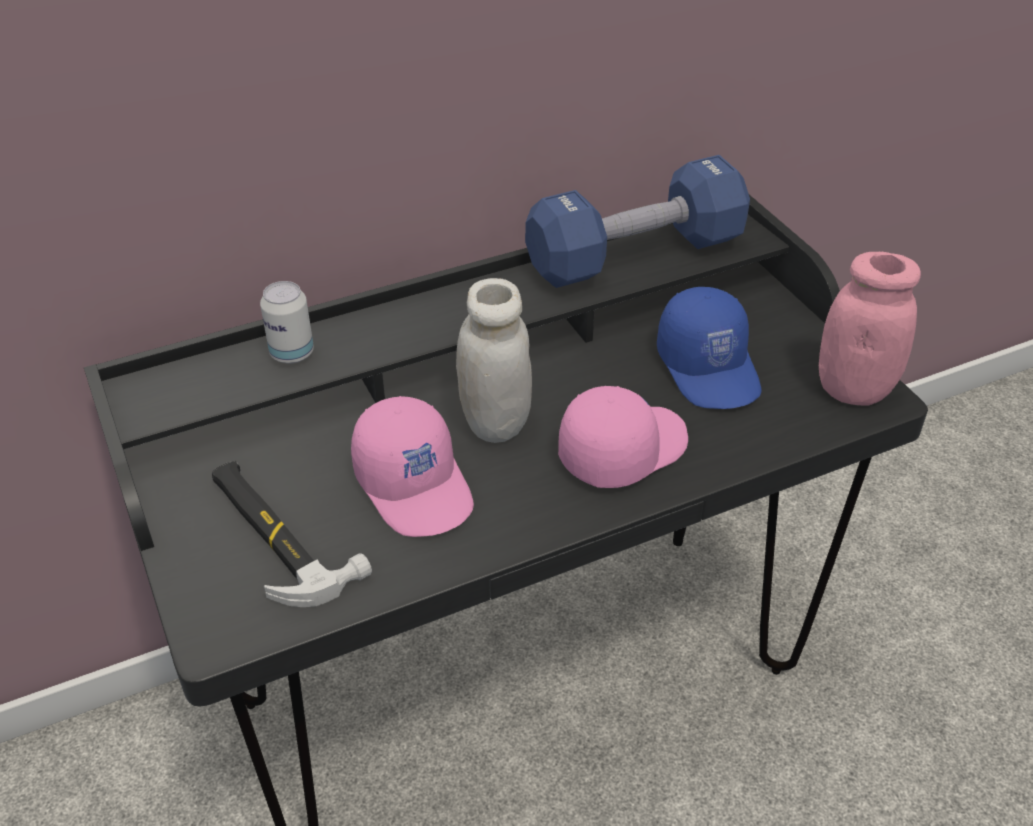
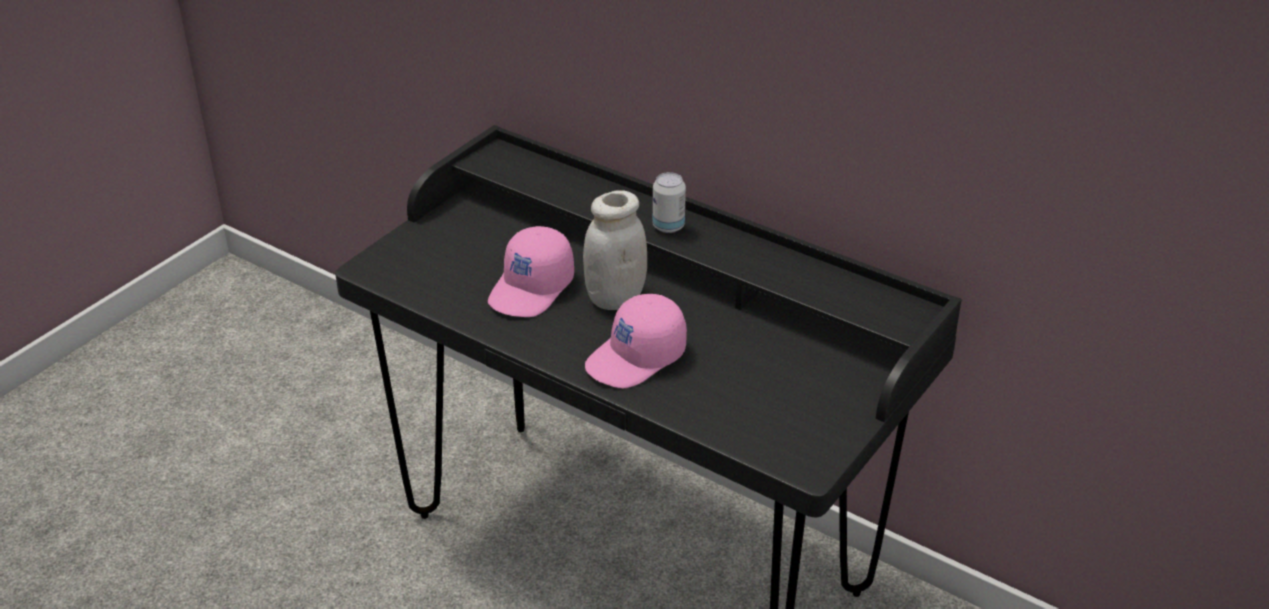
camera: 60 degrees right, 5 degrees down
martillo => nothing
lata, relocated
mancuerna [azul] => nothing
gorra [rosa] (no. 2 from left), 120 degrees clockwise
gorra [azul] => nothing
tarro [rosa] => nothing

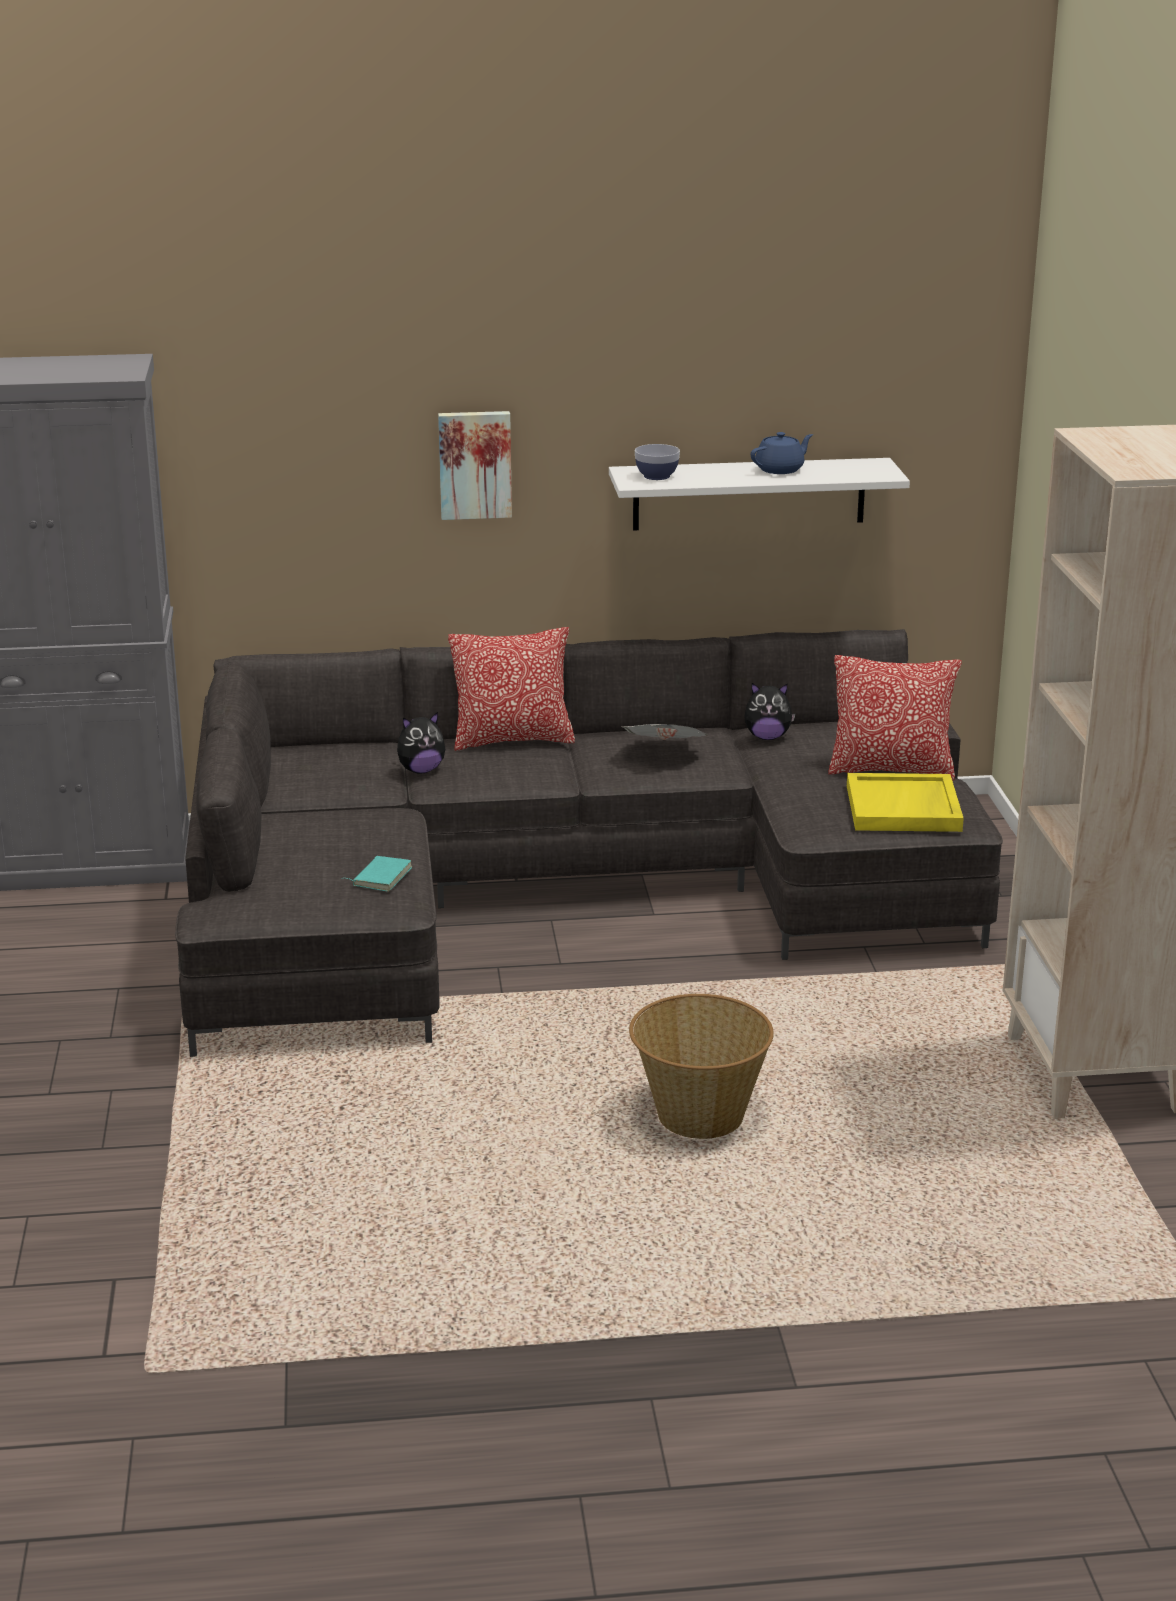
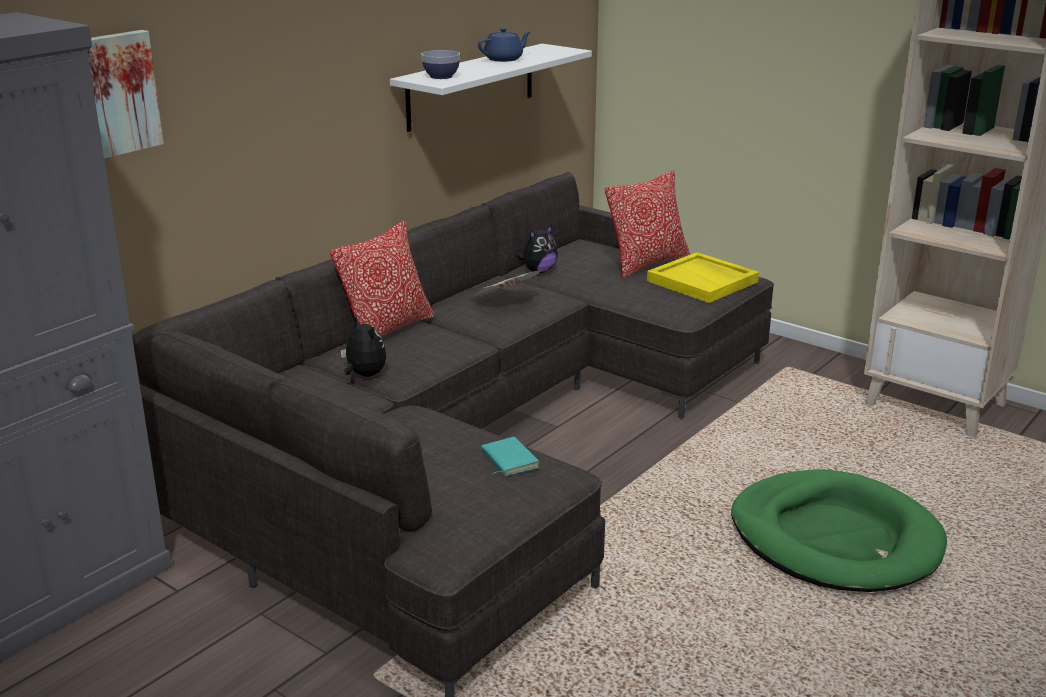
camera: 45 degrees left, 0 degrees up
peluche (no. 1 from left), 60 degrees counterclockwise
cuadro, relocated
cesta => cama para perro [verde]
tetera [azul], 45 degrees clockwise

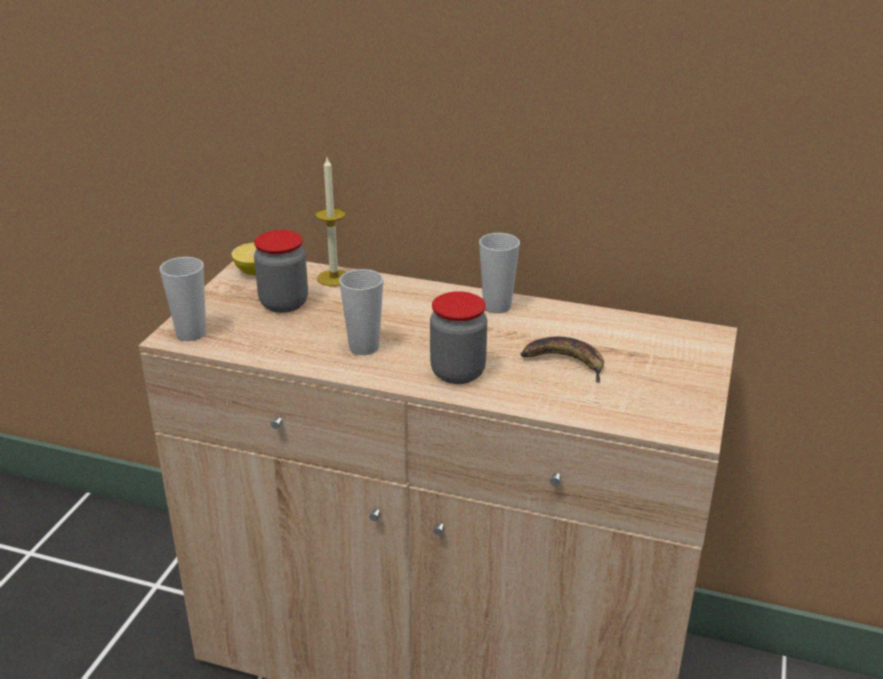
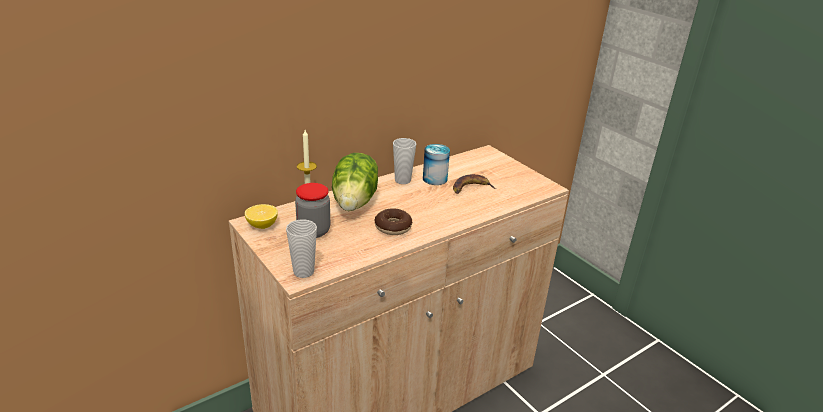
camera: 55 degrees left, 0 degrees up
taza (no. 2 from left) => rosquilla
tarro (no. 2 from left) => nothing
nothing => lechuga
nothing => lata

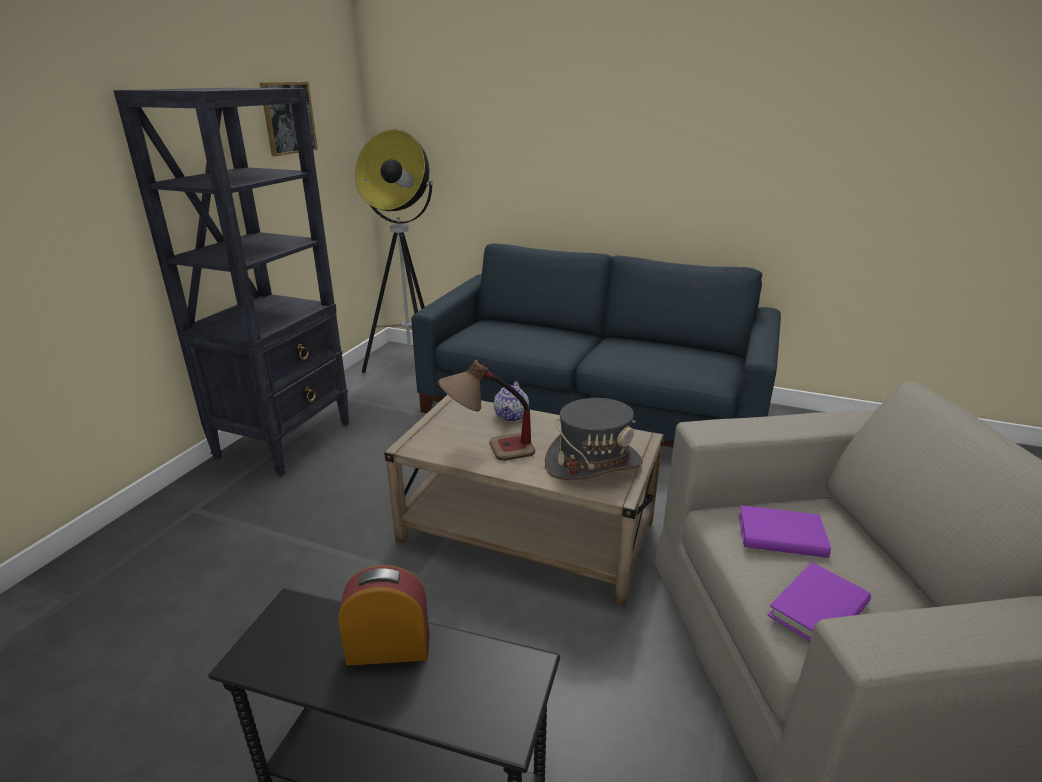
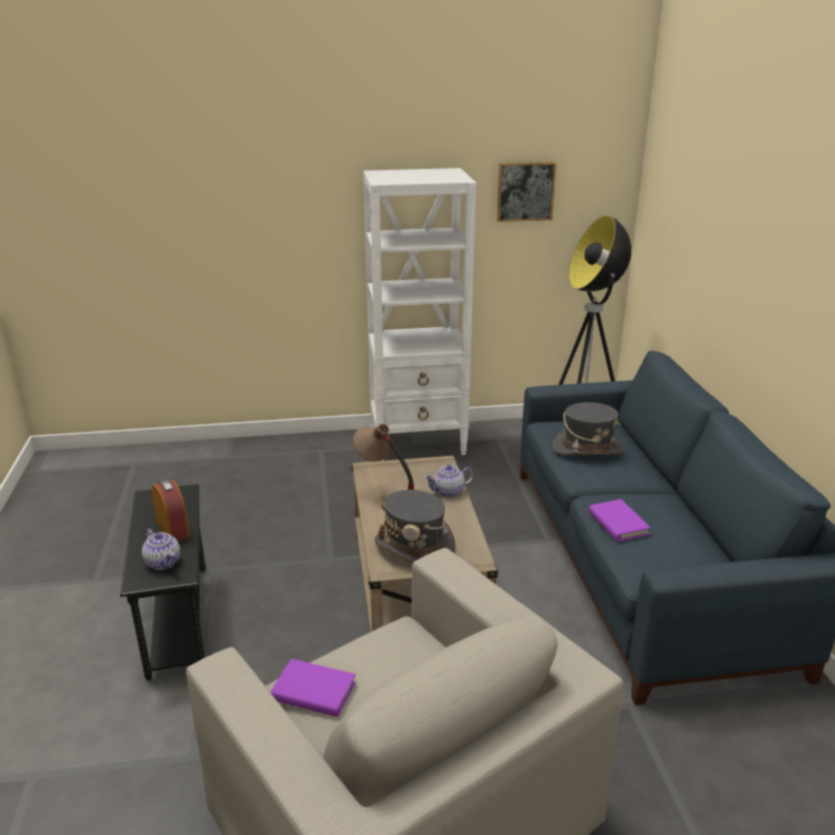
camera: 60 degrees right, 0 degrees up
estantería [negro] => estantería [blanco]
libro [morado] (no. 1 from left in the first image) => libro [morado] (no. 2 from left), relocated
nothing => tetera (no. 1 from left)
nothing => sombrero [gris] (no. 2 from left)

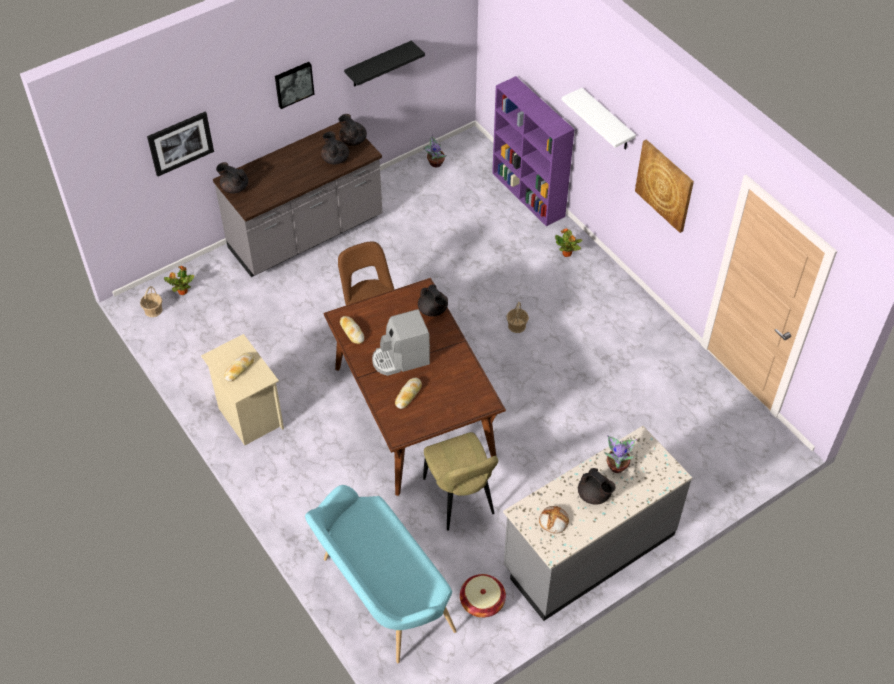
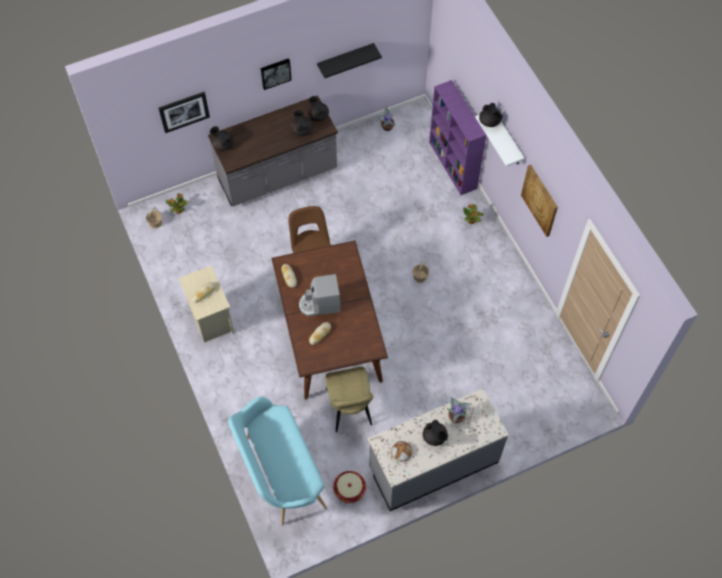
camera: 10 degrees right, 10 degrees up
tetera [negro] (no. 4 from left in the first image) => tetera [negro] (no. 5 from left), relocated

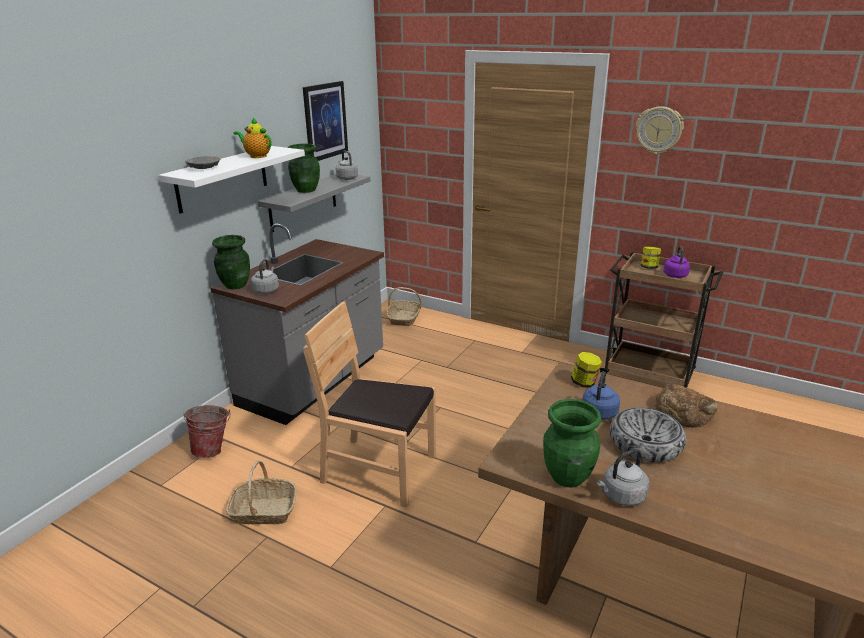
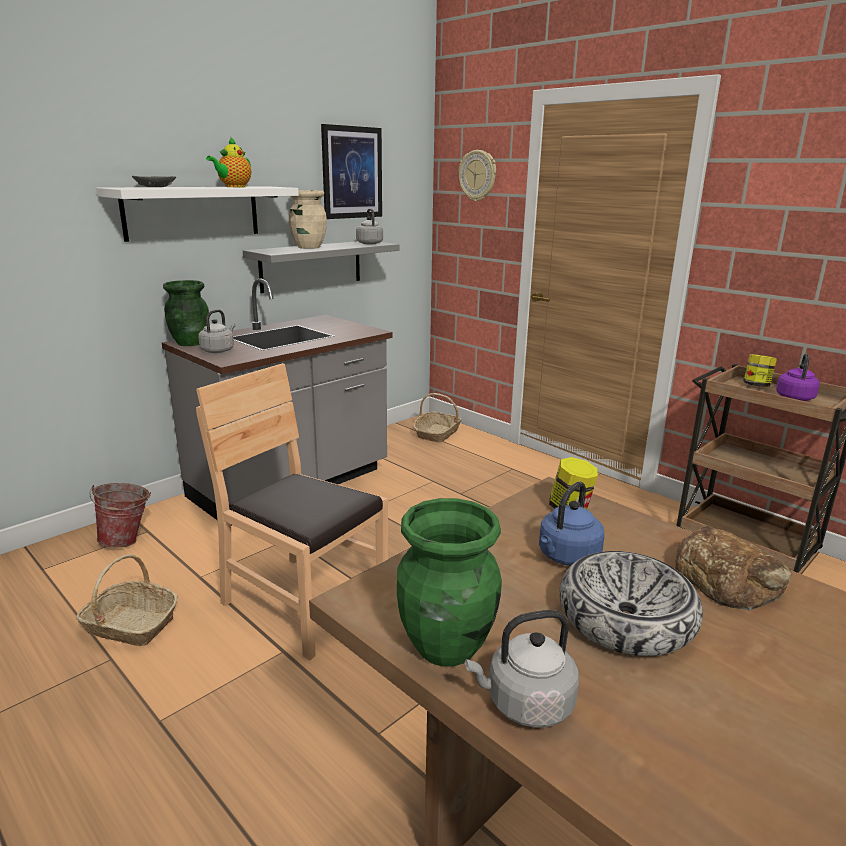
camera: 15 degrees right, 5 degrees down
tetera, 105 degrees counterclockwise
florero [verde] (no. 2 from left) => florero [beis]
reloj de pared, relocated

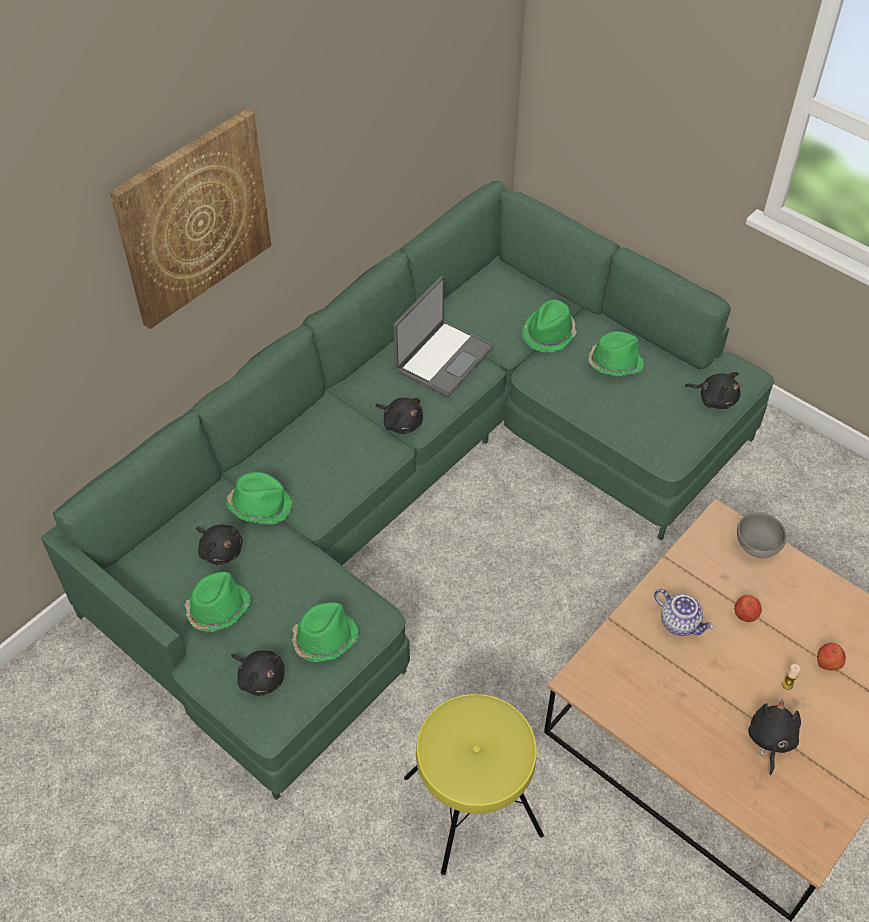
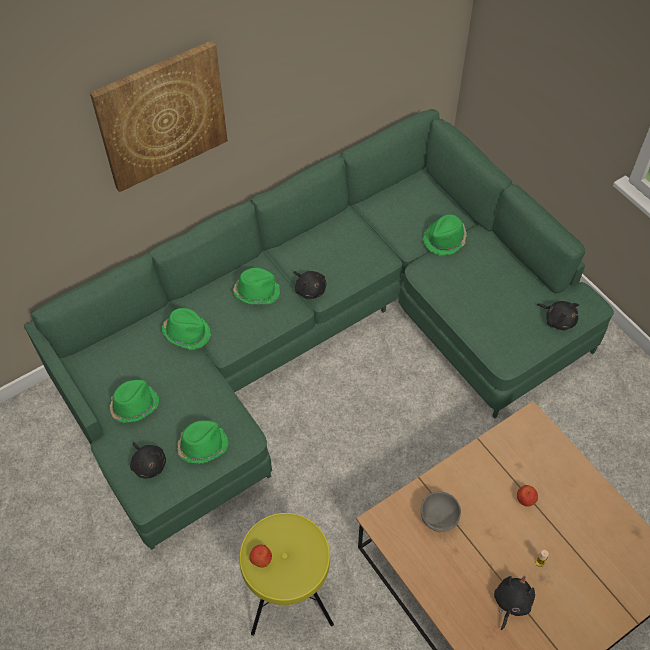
camera: 15 degrees right, 5 degrees up
peluche [negro] (no. 1 from left) => nothing
portátil => nothing
sombrero [verde] (no. 5 from left in the first image) => sombrero [verde] (no. 4 from left), relocated
tetera => nothing
cuenco [gris], relocated
manzana (no. 2 from left in the first image) => manzana (no. 1 from left), relocated

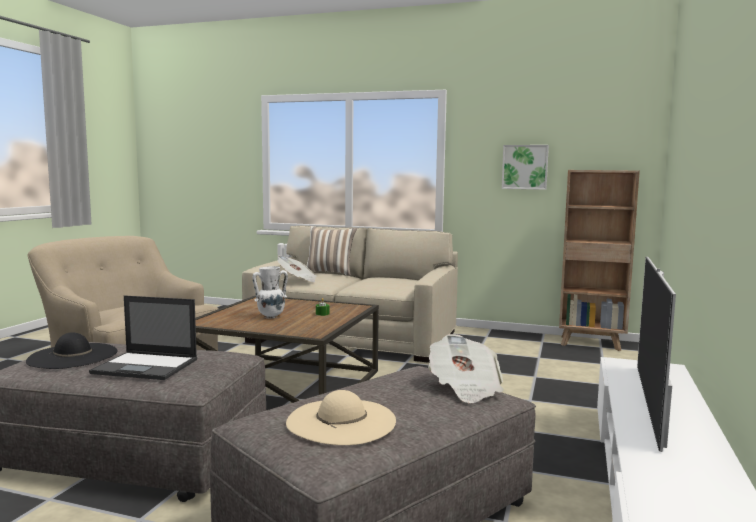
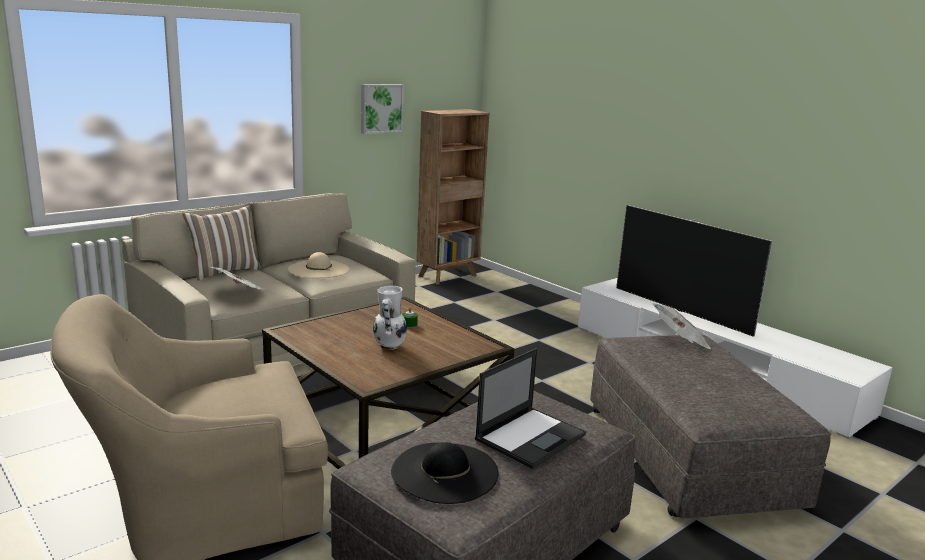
camera: 60 degrees left, 10 degrees up
sombrero [beis], relocated

